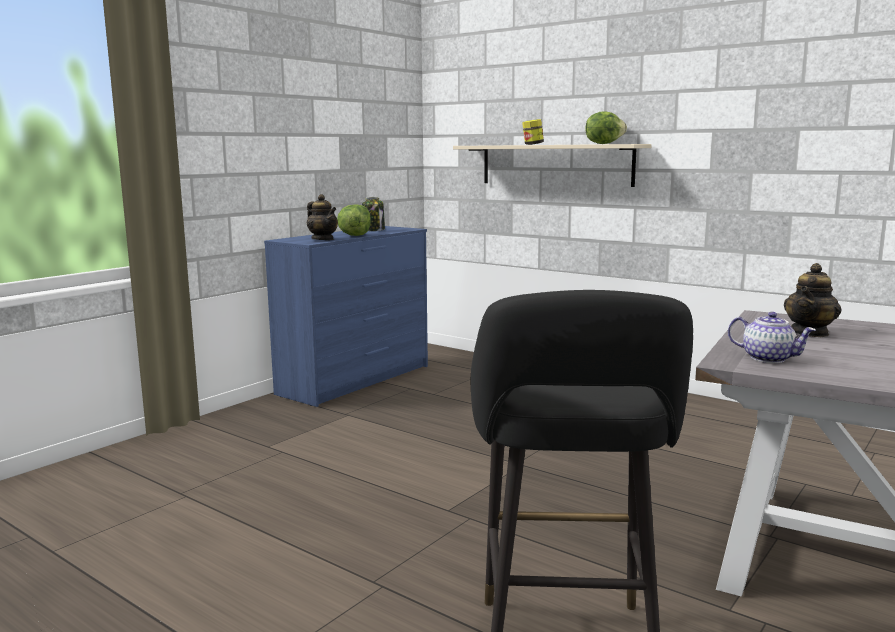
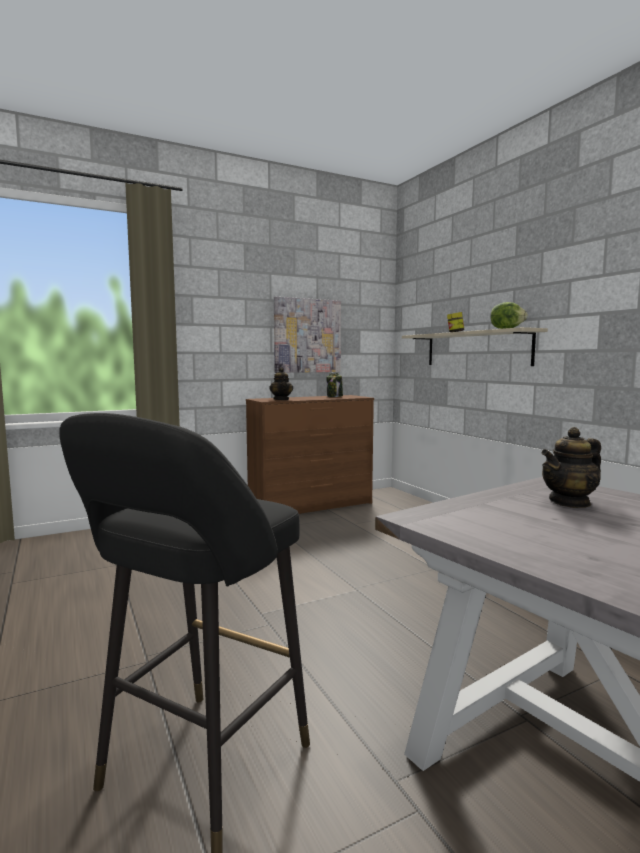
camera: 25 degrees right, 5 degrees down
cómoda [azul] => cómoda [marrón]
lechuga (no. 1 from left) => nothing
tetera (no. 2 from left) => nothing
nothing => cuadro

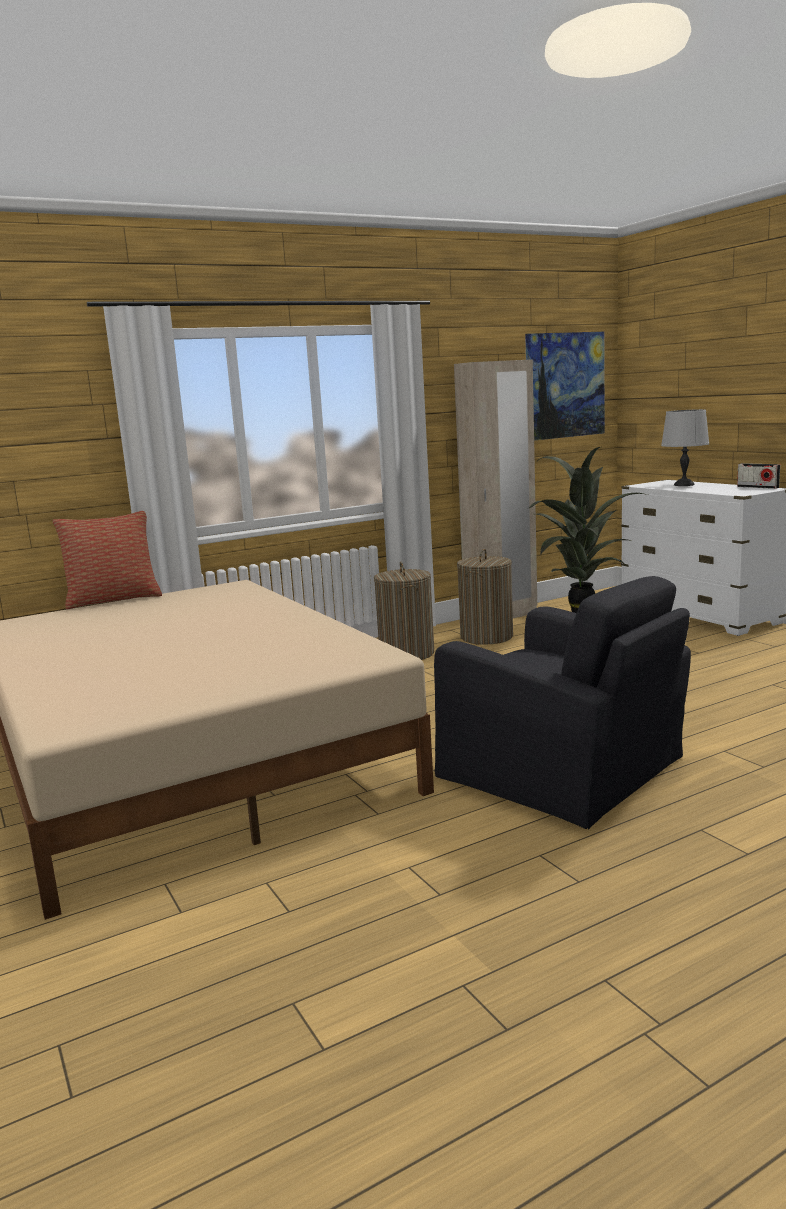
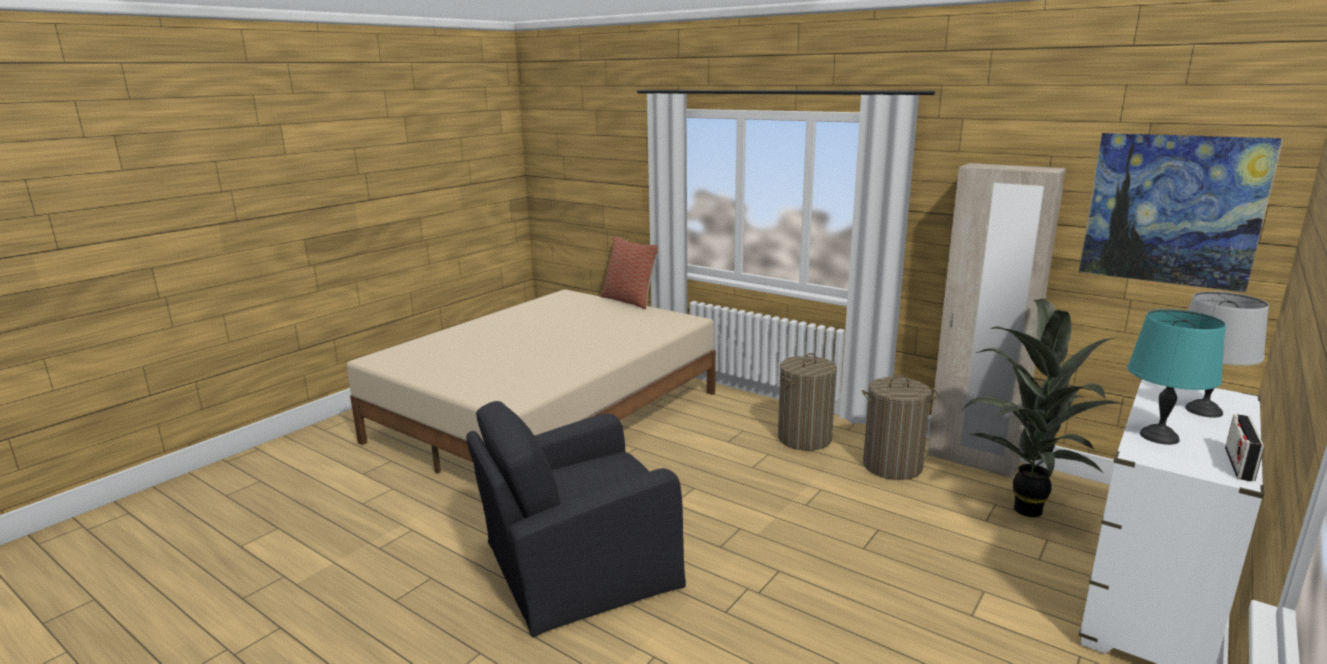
camera: 65 degrees right, 5 degrees up
sillón [negro], 45 degrees clockwise
nothing => lámpara de mesa [turquesa]

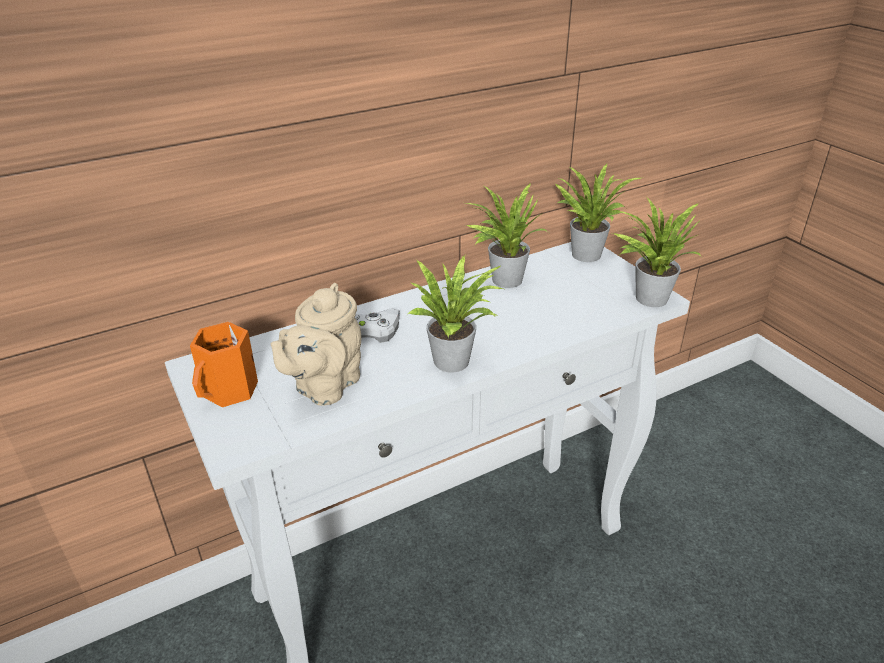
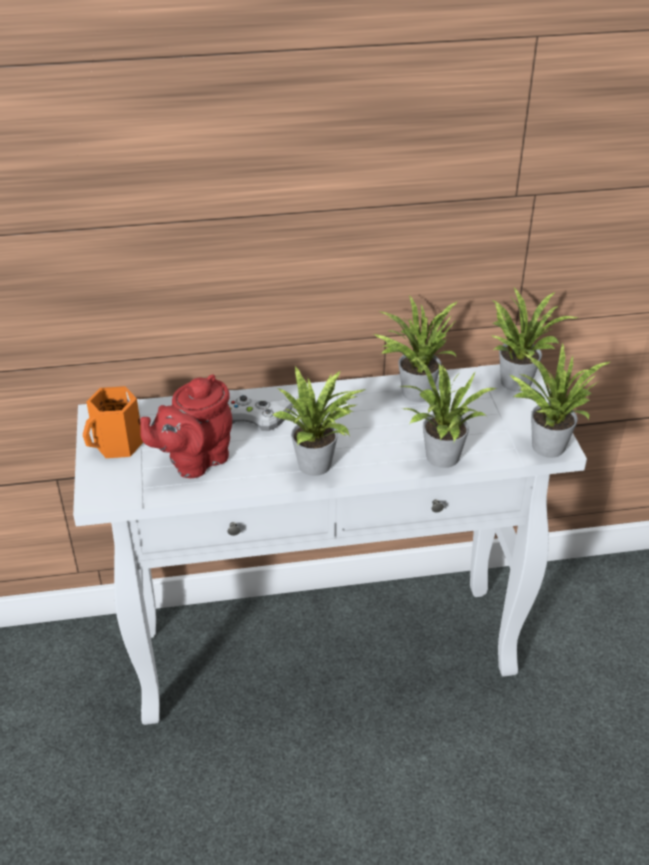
camera: 20 degrees right, 5 degrees up
tetera [beis] => tetera [rojo]
nothing => planta en maceta (no. 3 from left)

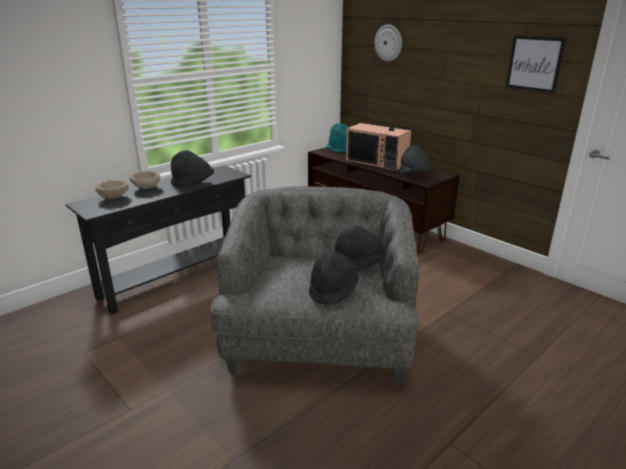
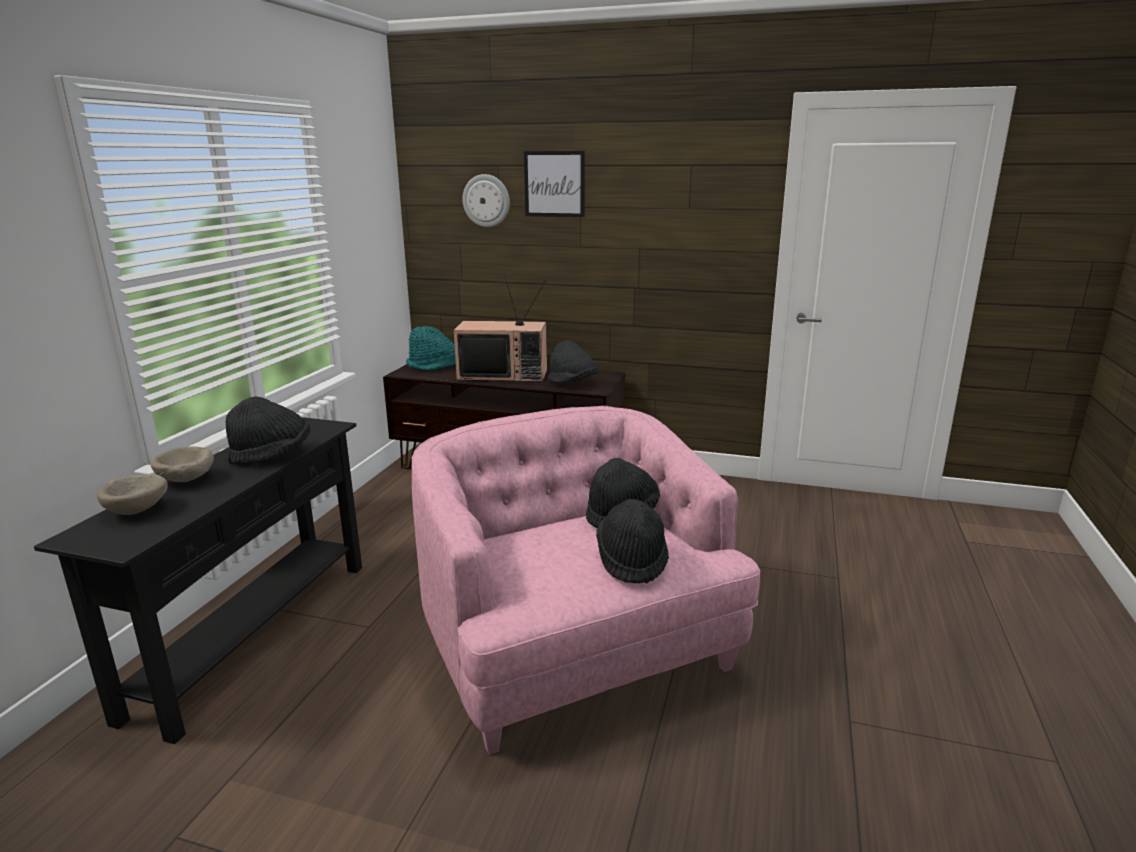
camera: 30 degrees left, 5 degrees down
sillón [gris] => sillón [rosa]
cuadro, relocated

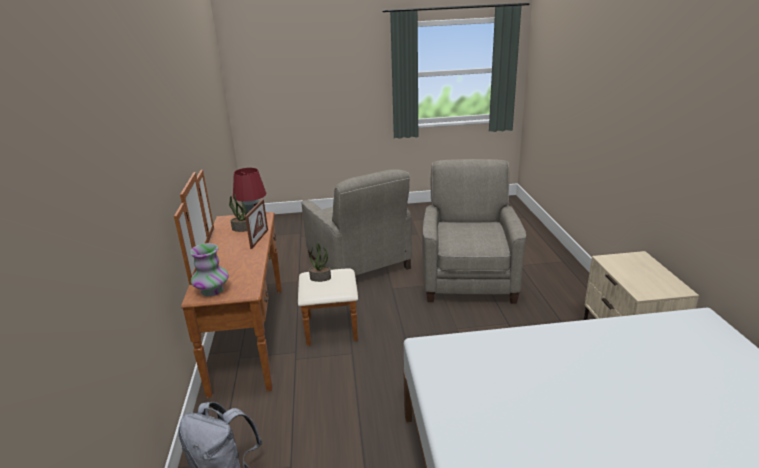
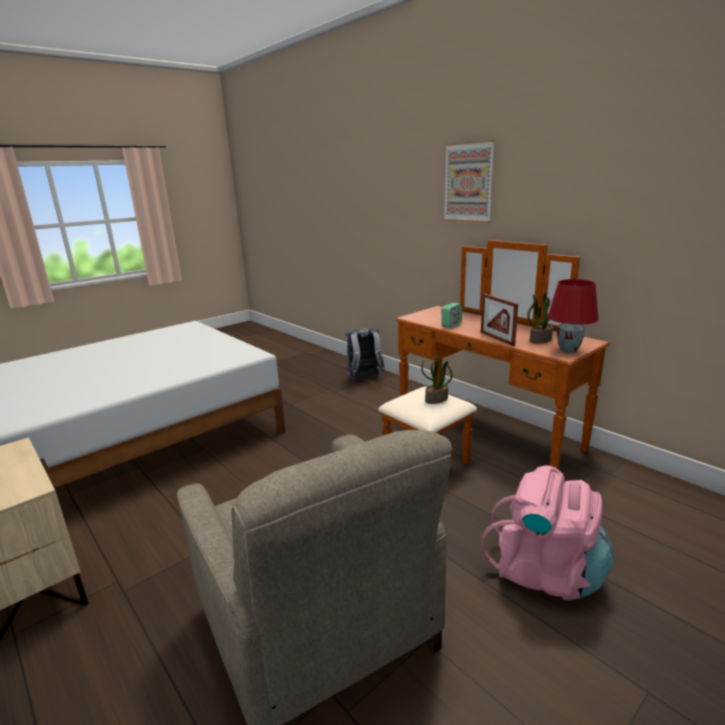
camera: 145 degrees right, 5 degrees down
florero => nothing
sillón [beis] (no. 1 from left) => mochila [rosa]
nothing => despertador
nothing => cuadro

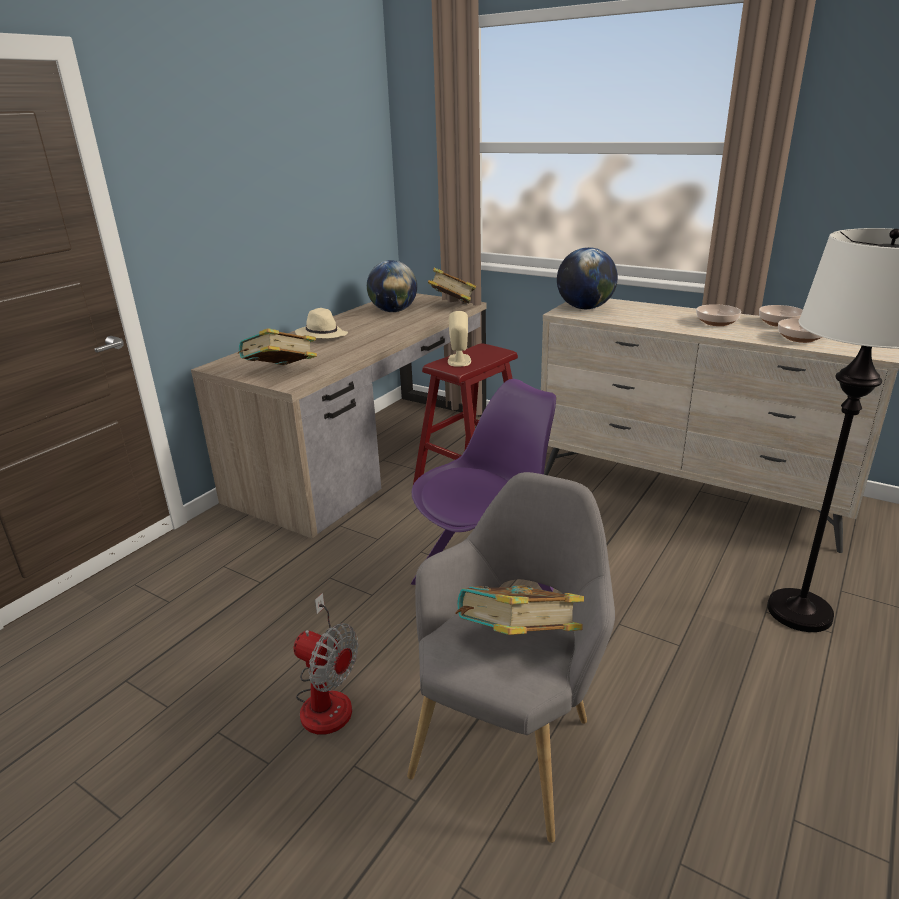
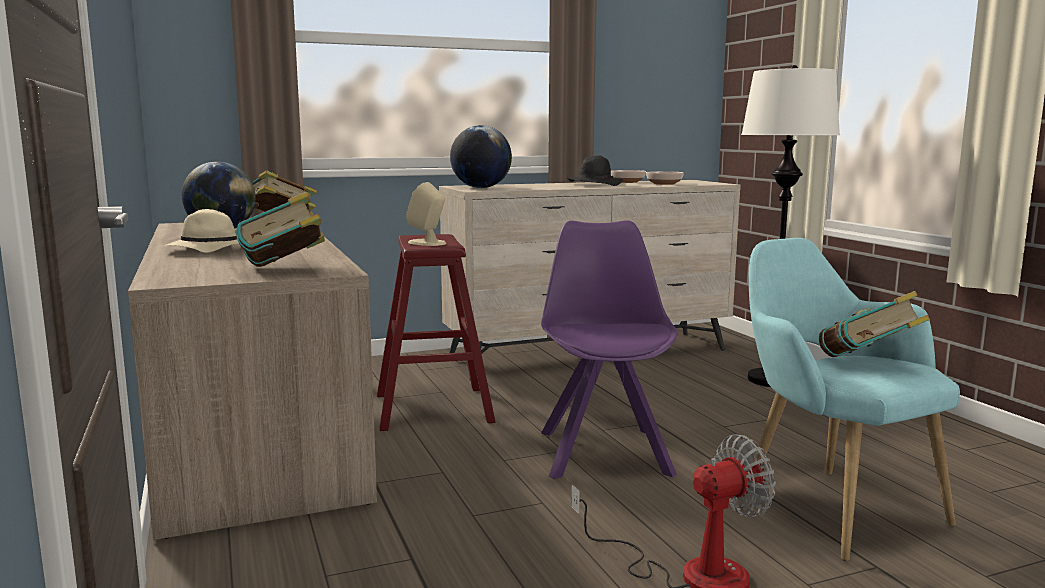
camera: 55 degrees left, 15 degrees down
sillón [gris] => sillón [turquesa]
cuenco (no. 1 from left) => sombrero [negro]

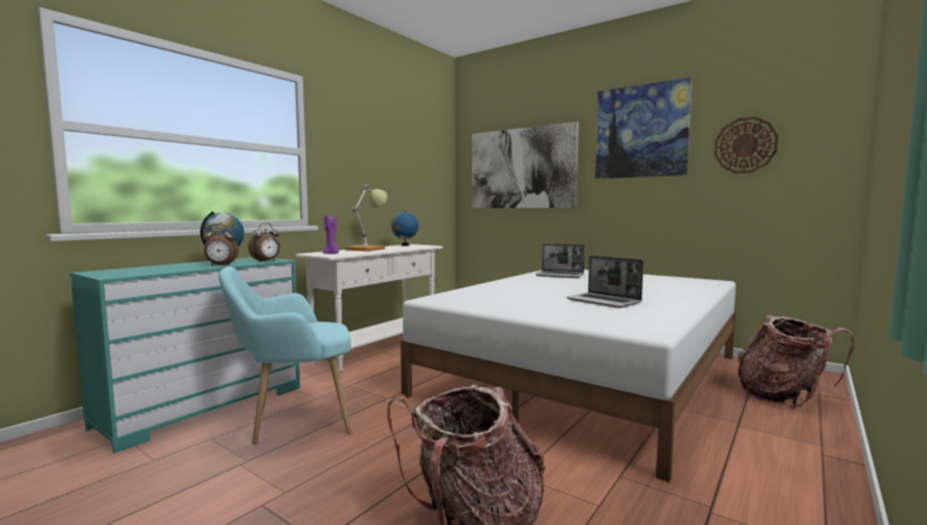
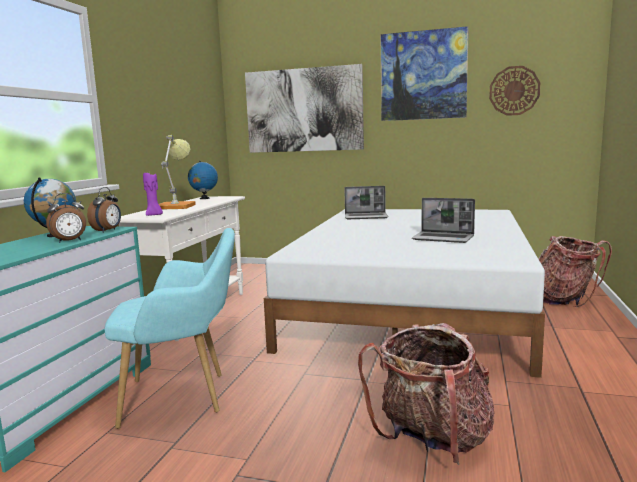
camera: 20 degrees left, 5 degrees up
sillón [turquesa], 150 degrees counterclockwise

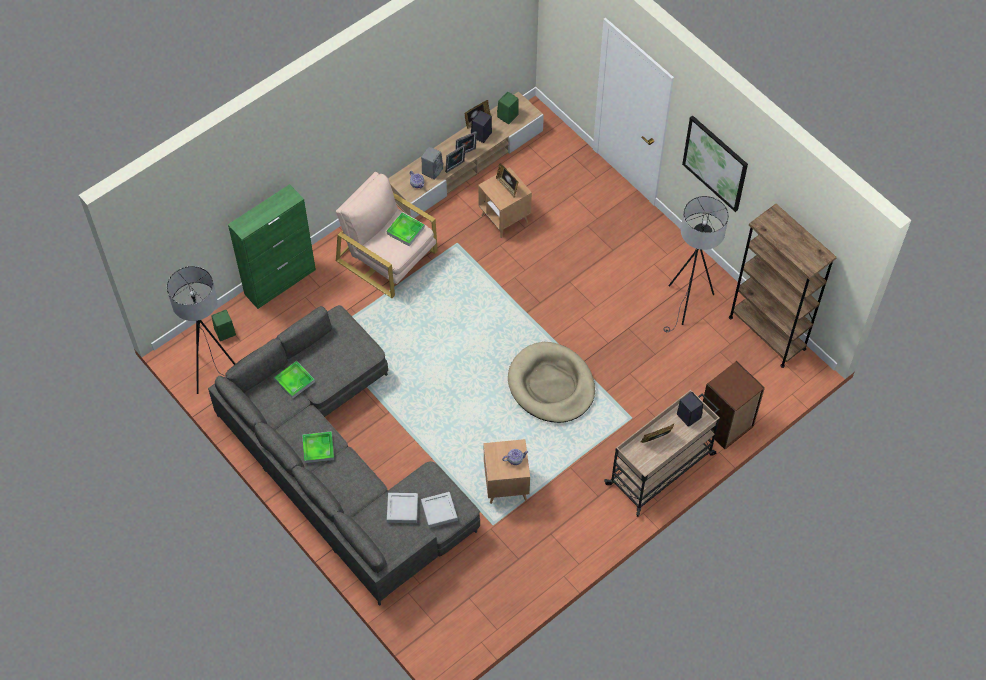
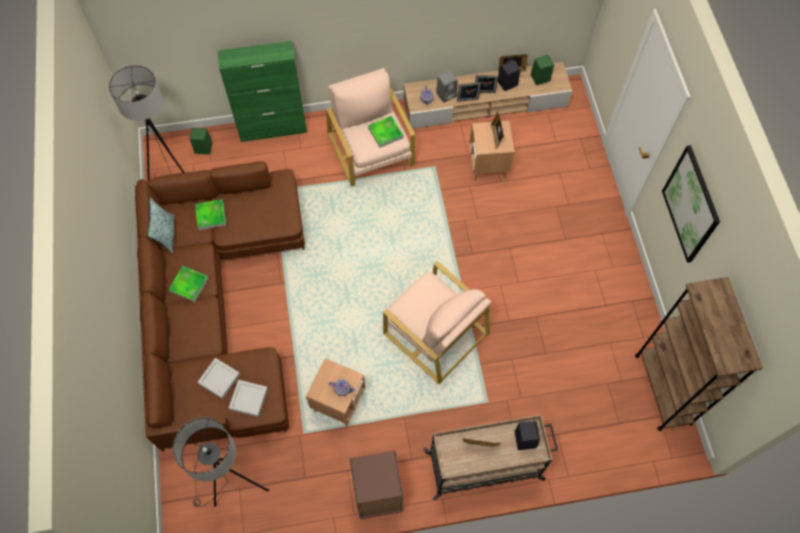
camera: 30 degrees right, 5 degrees up
sofá [gris] => sofá [marrón]
cama para perro [beis] => sillón [beis] (no. 2 from left)
lámpara de pie [gris] (no. 2 from left), relocated
estantería [marrón] (no. 1 from left), relocated
nothing => cojín

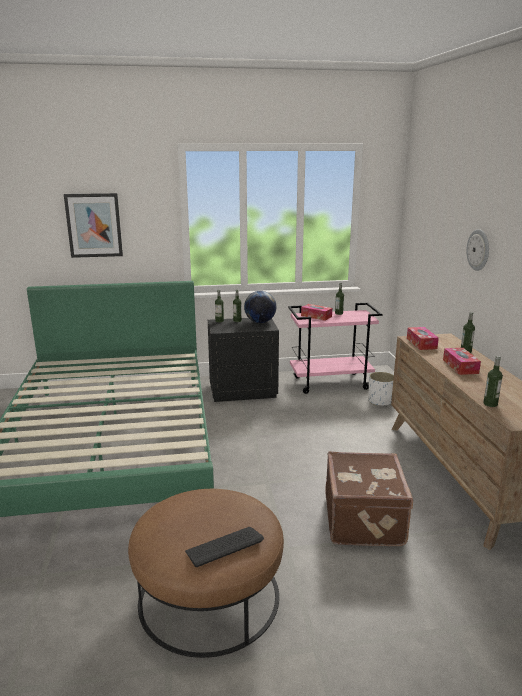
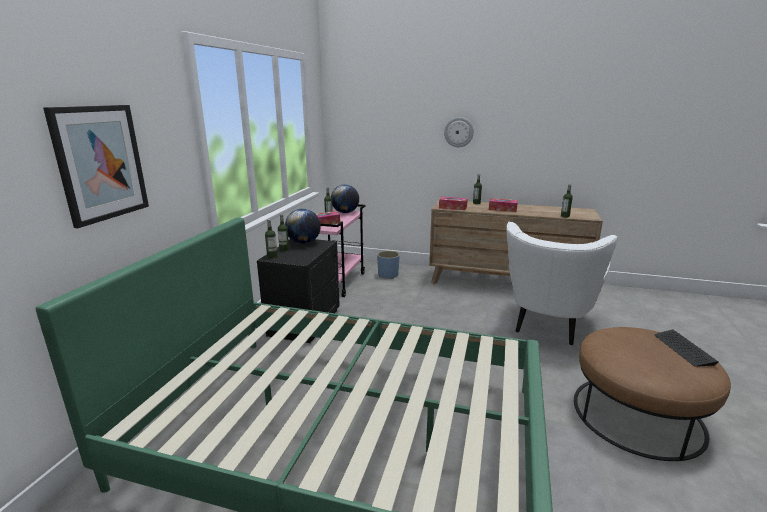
camera: 65 degrees left, 0 degrees up
maleta [marrón] => sillón [blanco]
maceta [blanco] => maceta [azul]
nothing => globo terráqueo (no. 2 from left)

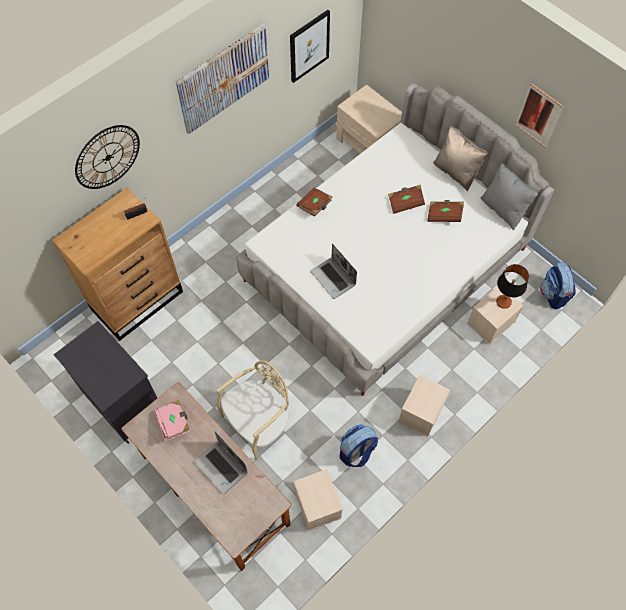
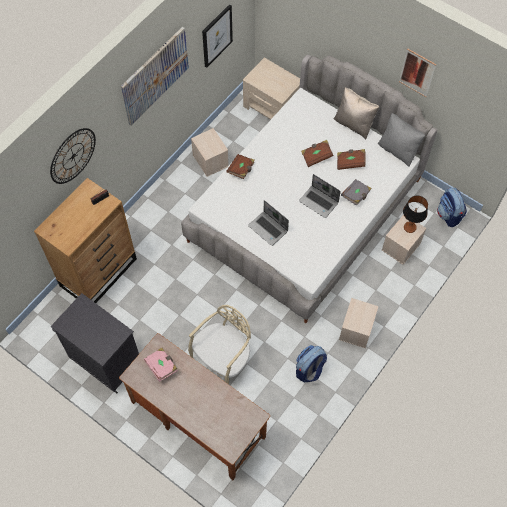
camera: 10 degrees left, 0 degrees up
portátil (no. 1 from left in the first image) => portátil (no. 2 from left), relocated
caja de almacenaje [beis] (no. 1 from left), relocated
nothing => libro [gris]

